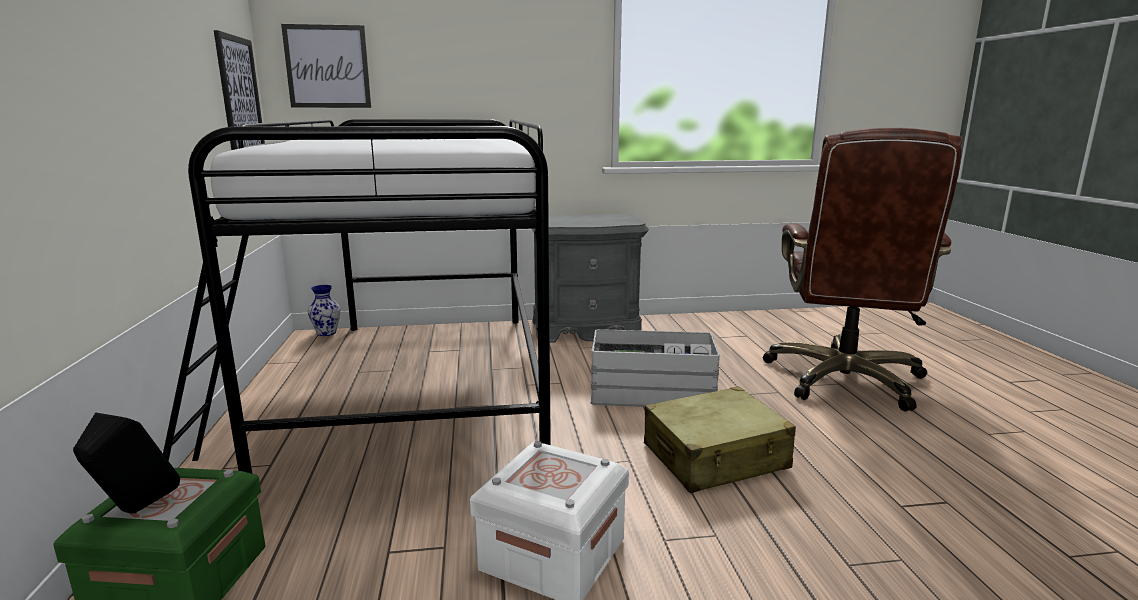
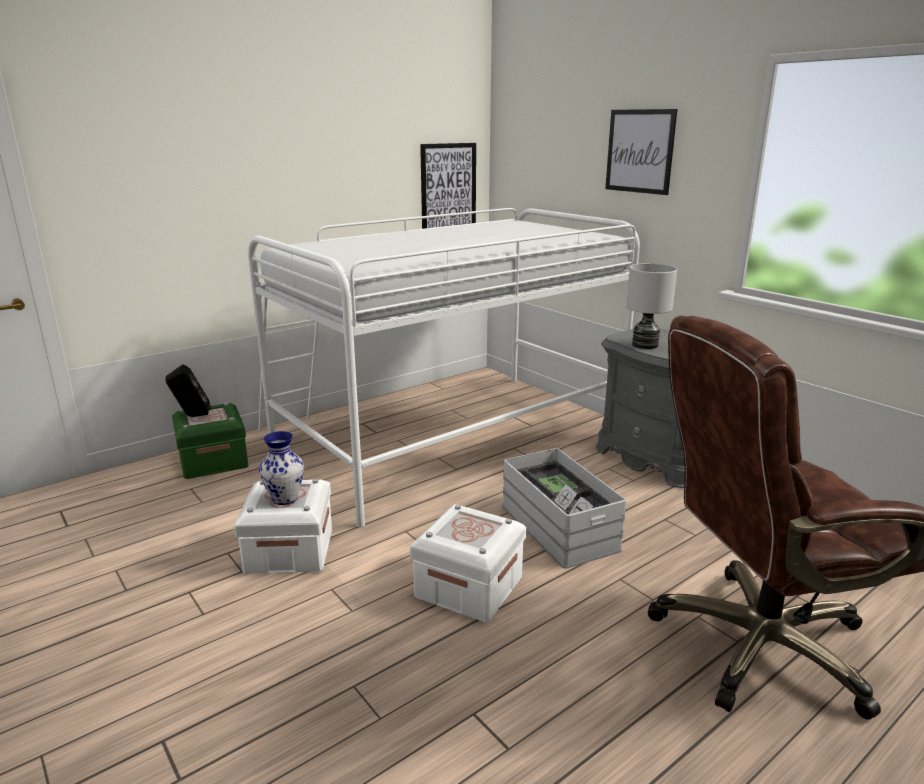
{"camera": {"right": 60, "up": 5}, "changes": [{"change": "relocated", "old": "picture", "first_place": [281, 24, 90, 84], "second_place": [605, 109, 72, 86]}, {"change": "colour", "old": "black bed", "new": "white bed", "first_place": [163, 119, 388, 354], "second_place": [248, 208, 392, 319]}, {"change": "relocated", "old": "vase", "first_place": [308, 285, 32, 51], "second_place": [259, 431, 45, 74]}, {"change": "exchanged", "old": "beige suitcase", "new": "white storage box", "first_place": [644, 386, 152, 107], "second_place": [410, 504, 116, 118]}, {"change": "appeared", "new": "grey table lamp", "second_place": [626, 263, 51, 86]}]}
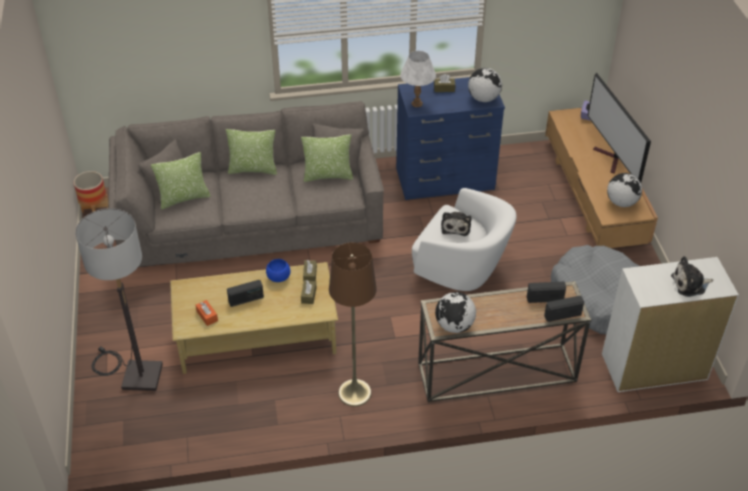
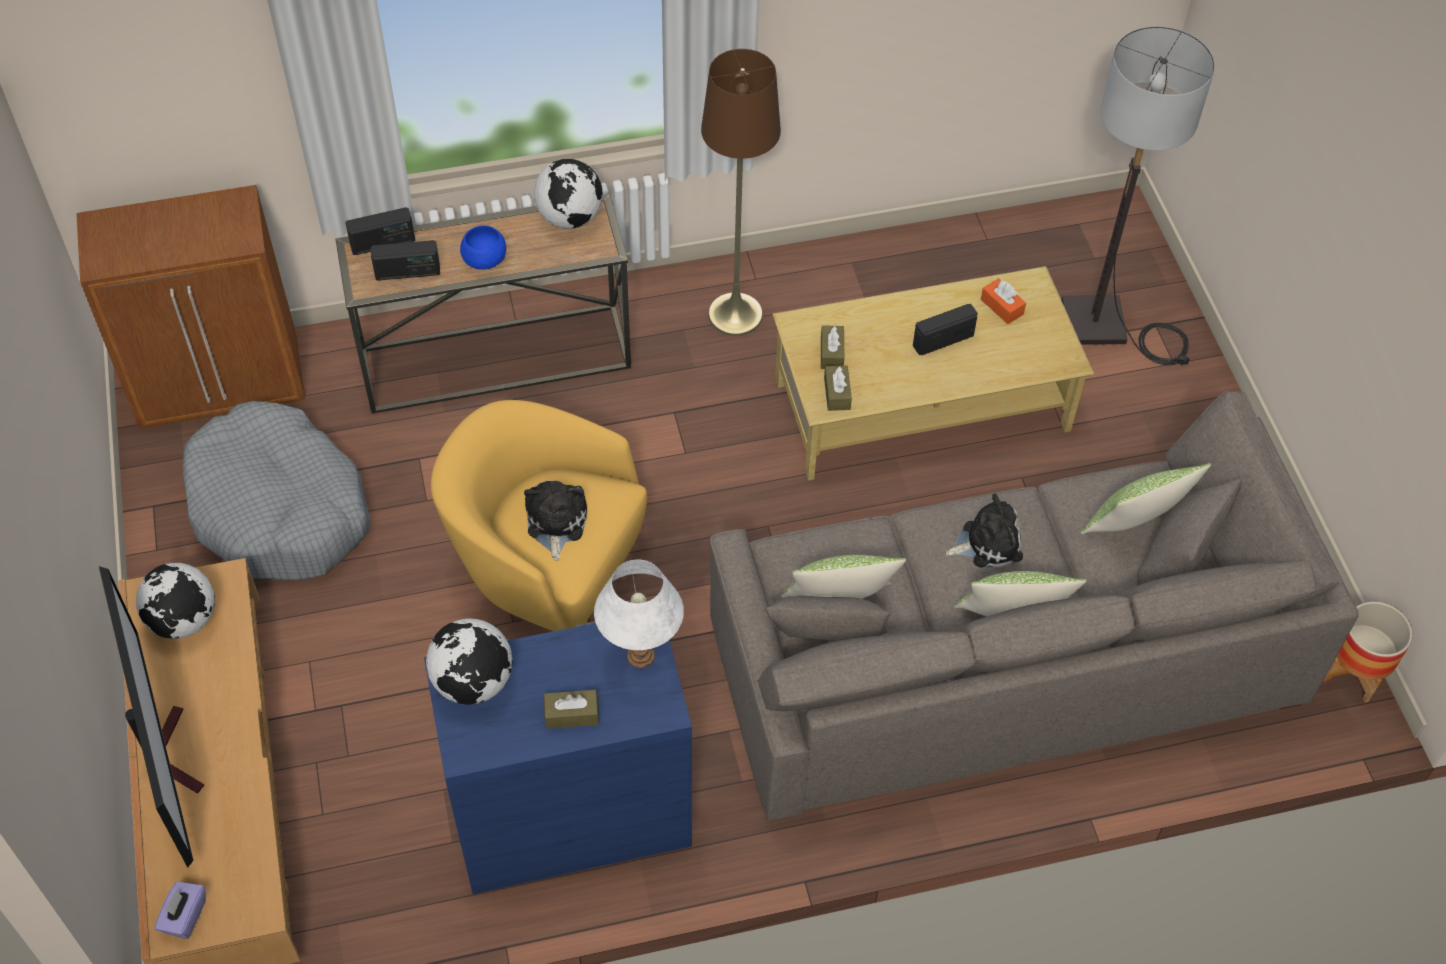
{"camera": {"right": 175, "up": 10}, "changes": [{"change": "colour", "old": "white armchair", "new": "yellow armchair", "first_place": [412, 188, 105, 103], "second_place": [431, 400, 216, 231]}, {"change": "relocated", "old": "plush toy", "first_place": [671, 256, 42, 41], "second_place": [946, 493, 77, 74]}, {"change": "colour", "old": "white cabinet", "new": "brown cabinet", "first_place": [602, 257, 137, 135], "second_place": [76, 185, 229, 244]}, {"change": "relocated", "old": "blue bowl", "first_place": [266, 259, 25, 23], "second_place": [460, 225, 46, 44]}]}
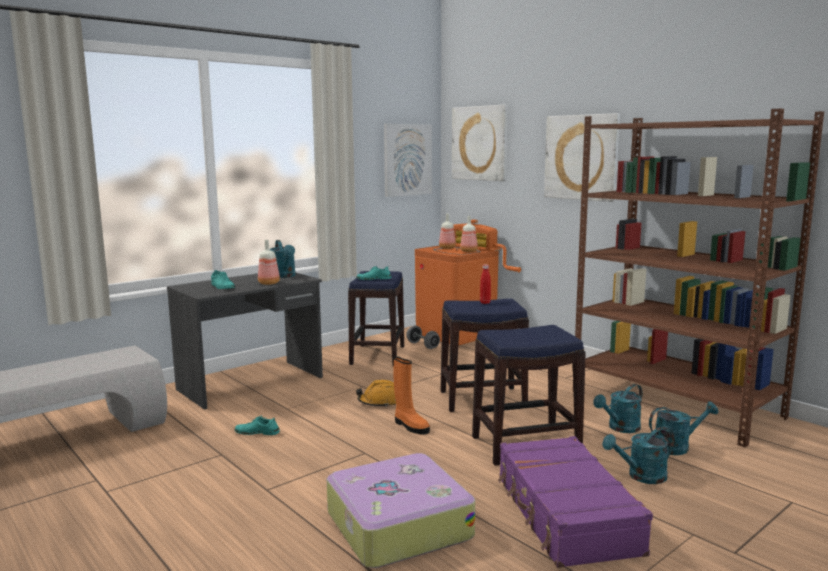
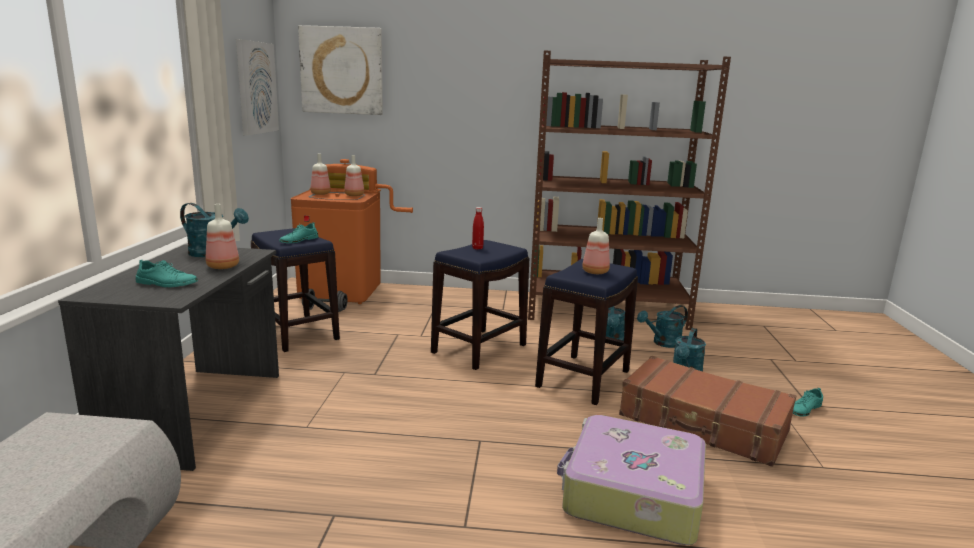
{"camera": {"right": -45, "up": 5}, "changes": [{"change": "missing", "old": "picture", "first_place": [544, 113, 76, 89]}, {"change": "missing", "old": "orange boot", "first_place": [394, 357, 36, 78]}, {"change": "missing", "old": "orange hard hat", "first_place": [356, 380, 40, 28]}, {"change": "spun", "old": "turquoise watering can", "first_place": [649, 401, 70, 54], "second_place": [637, 305, 51, 43], "degrees": -150}, {"change": "relocated", "old": "turquoise shoe", "first_place": [235, 416, 45, 19], "second_place": [793, 388, 30, 29]}, {"change": "colour", "old": "purple suitcase", "new": "brown suitcase", "first_place": [498, 436, 155, 132], "second_place": [619, 356, 178, 111]}, {"change": "appeared", "new": "bottle", "second_place": [582, 218, 28, 56]}]}
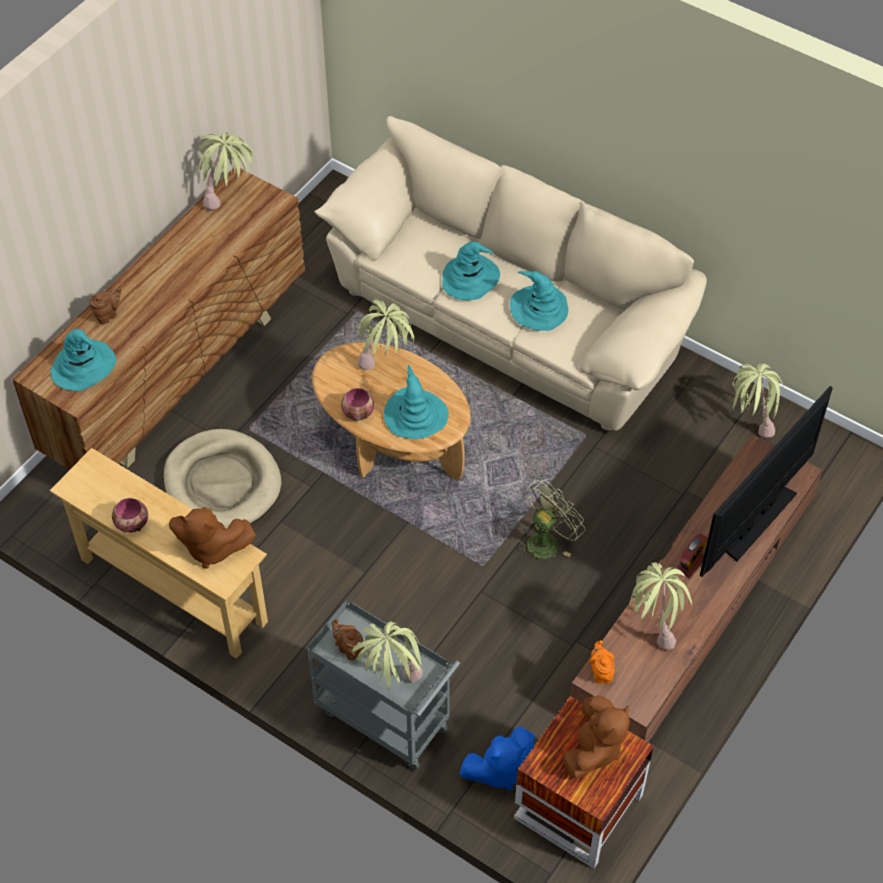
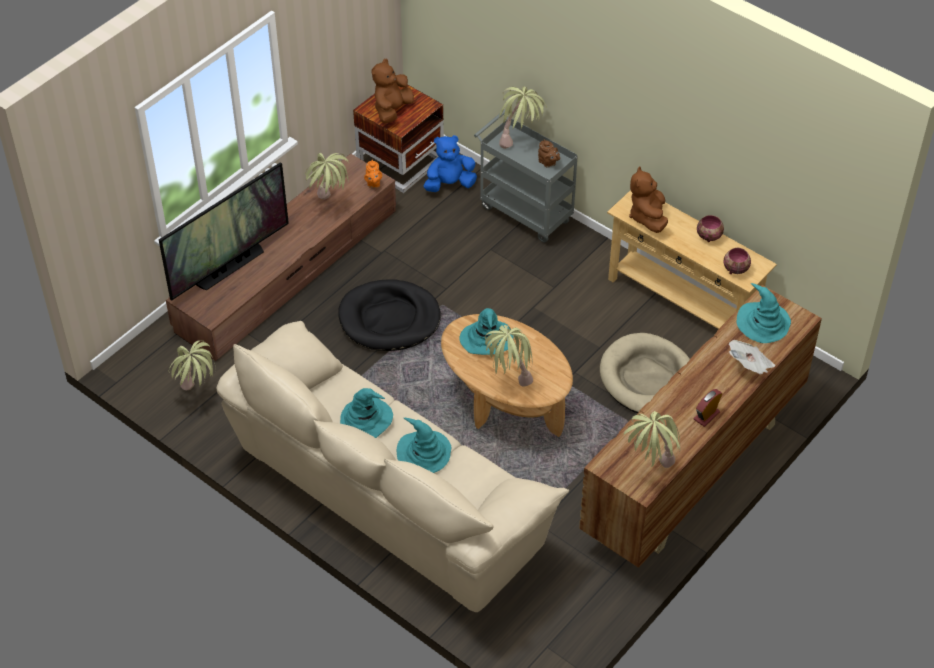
{"camera": {"right": -175, "up": -5}, "changes": [{"change": "exchanged", "old": "brown teapot", "new": "newspaper", "first_place": [89, 288, 32, 36], "second_place": [729, 340, 46, 35]}, {"change": "relocated", "old": "bowl", "first_place": [341, 388, 33, 32], "second_place": [724, 248, 27, 26]}, {"change": "exchanged", "old": "green fan", "new": "black dog bed", "first_place": [517, 480, 68, 79], "second_place": [338, 280, 103, 71]}, {"change": "spun", "old": "brown plush toy", "first_place": [169, 507, 87, 62], "second_place": [629, 167, 39, 66], "degrees": -105}, {"change": "relocated", "old": "alarm clock", "first_place": [676, 533, 32, 44], "second_place": [694, 389, 29, 38]}]}
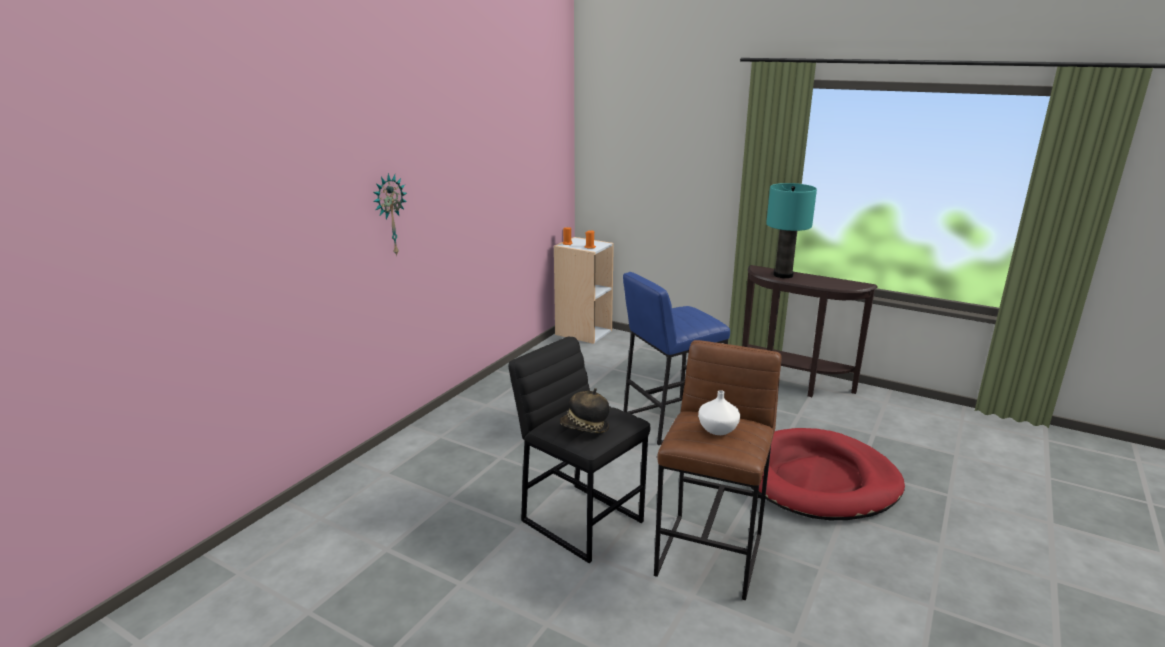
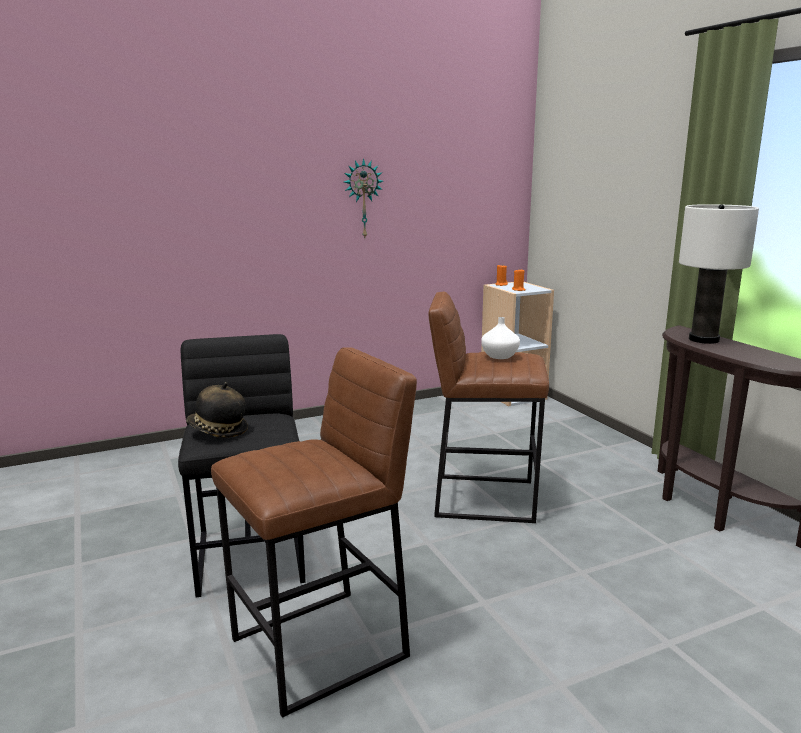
{"camera": {"right": 35, "up": -5}, "changes": [{"change": "relocated", "old": "wall clock", "first_place": [373, 173, 34, 83], "second_place": [344, 158, 39, 80]}, {"change": "colour", "old": "turquoise table lamp", "new": "white table lamp", "first_place": [766, 183, 51, 95], "second_place": [679, 204, 80, 140]}, {"change": "colour", "old": "blue stool", "new": "brown stool", "first_place": [623, 272, 107, 173], "second_place": [428, 291, 121, 232]}, {"change": "relocated", "old": "white vase", "first_place": [698, 390, 42, 45], "second_place": [481, 317, 39, 42]}, {"change": "missing", "old": "red dog bed", "first_place": [751, 428, 154, 92]}]}
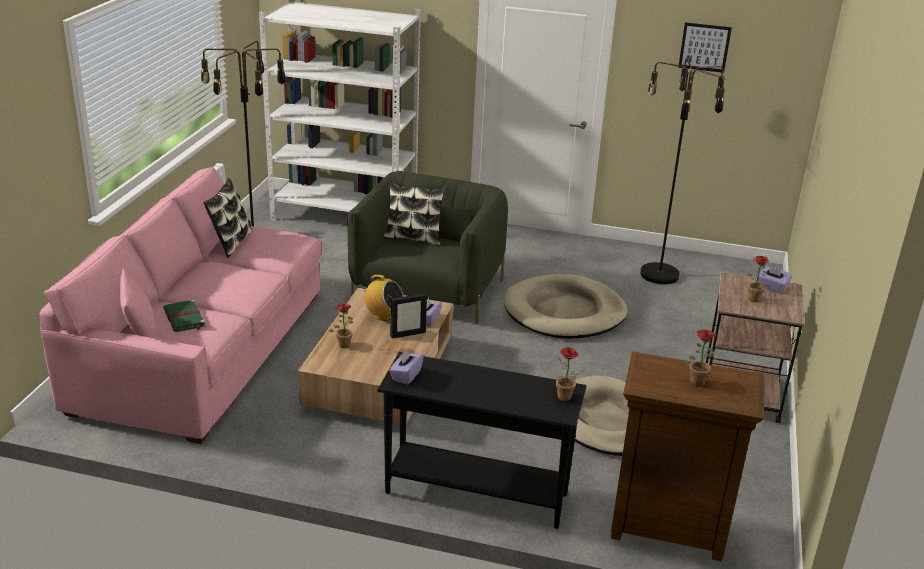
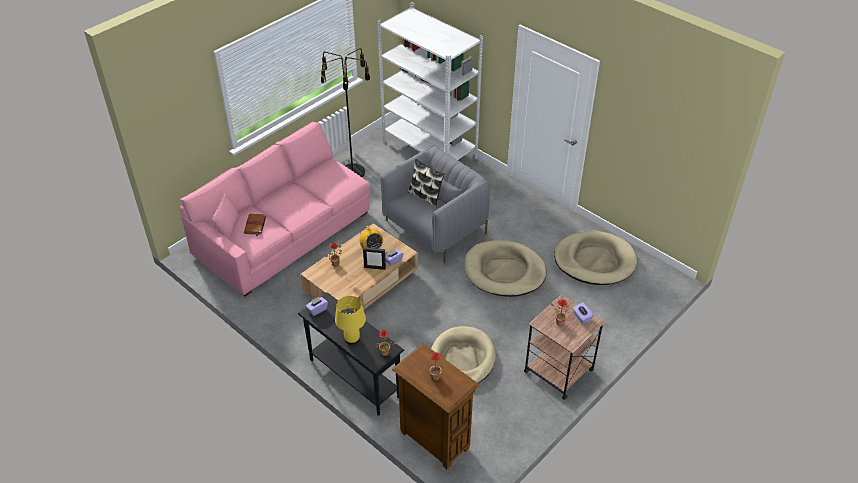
{"camera": {"right": 30, "up": 15}, "changes": [{"change": "missing", "old": "picture", "first_place": [678, 22, 54, 51]}, {"change": "exchanged", "old": "floor lamp", "new": "beige dog bed", "first_place": [640, 58, 85, 226], "second_place": [554, 230, 83, 55]}, {"change": "colour", "old": "green armchair", "new": "grey armchair", "first_place": [347, 171, 161, 153], "second_place": [380, 147, 110, 116]}, {"change": "missing", "old": "pillow", "first_place": [203, 178, 50, 80]}, {"change": "colour", "old": "green book", "new": "brown book", "first_place": [163, 300, 43, 32], "second_place": [244, 214, 22, 22]}, {"change": "appeared", "new": "yellow table lamp", "second_place": [335, 296, 31, 49]}]}
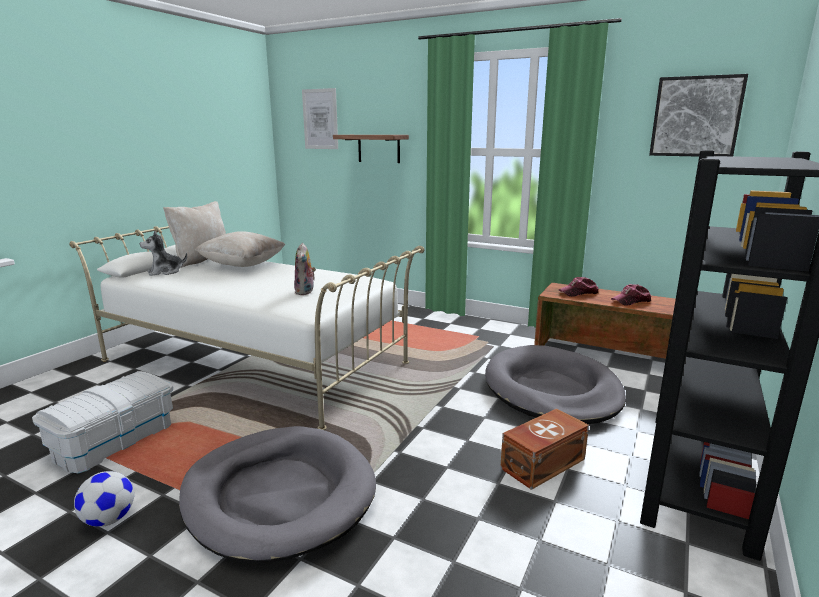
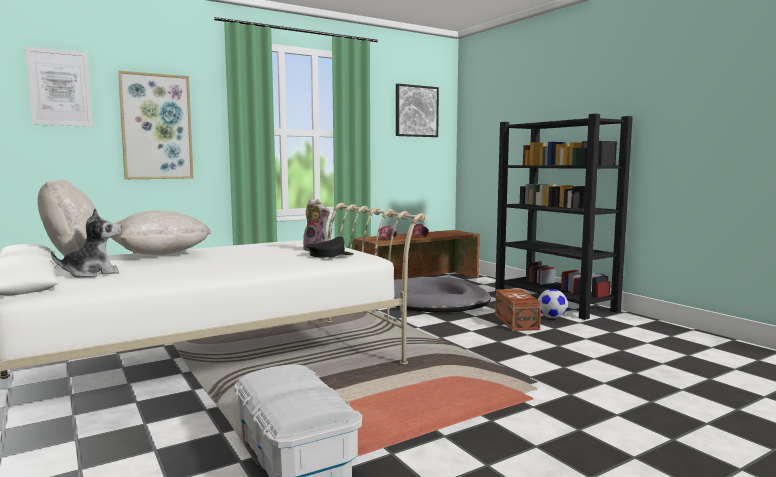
{"camera": {"right": -60, "up": -10}, "changes": [{"change": "exchanged", "old": "shelf", "new": "picture", "first_place": [333, 135, 76, 28], "second_place": [118, 70, 75, 109]}, {"change": "spun", "old": "plush toy", "first_place": [140, 230, 47, 46], "second_place": [51, 208, 70, 70], "degrees": -120}, {"change": "missing", "old": "grey dog bed", "first_place": [179, 426, 197, 136]}, {"change": "relocated", "old": "football", "first_place": [74, 471, 60, 56], "second_place": [538, 289, 30, 29]}, {"change": "appeared", "new": "black cap", "second_place": [307, 236, 46, 22]}]}
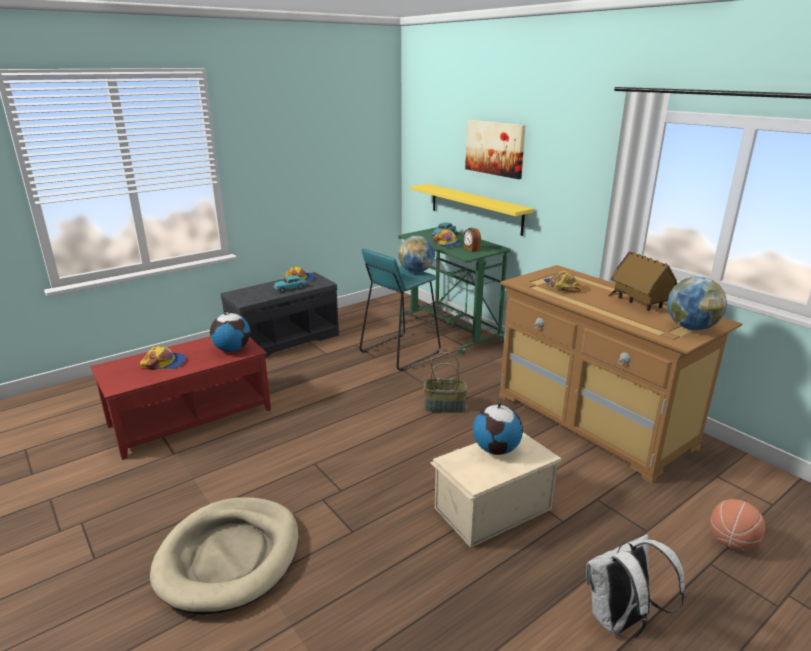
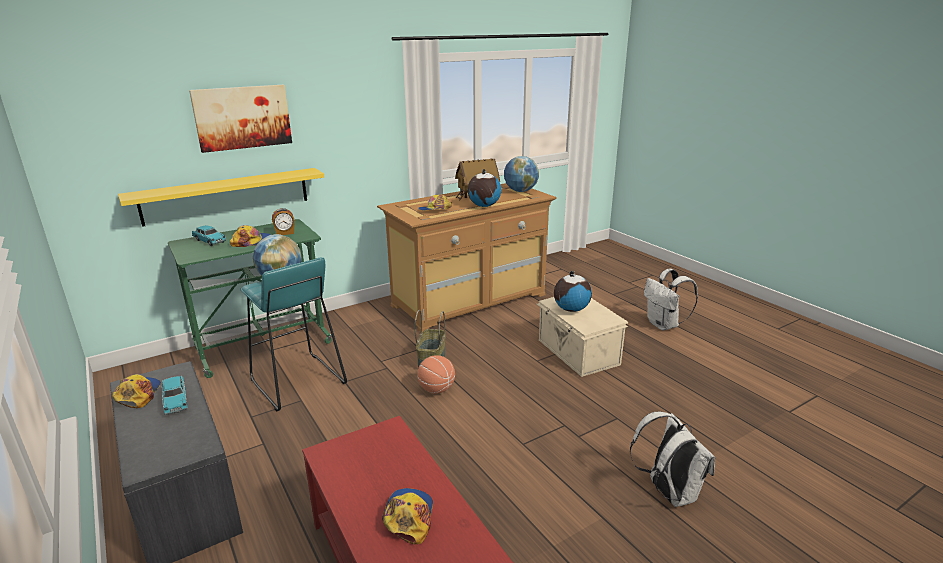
{"camera": {"right": -85, "up": 0}, "changes": [{"change": "relocated", "old": "globe", "first_place": [210, 309, 40, 43], "second_place": [468, 169, 33, 38]}, {"change": "exchanged", "old": "beige dog bed", "new": "white backpack", "first_place": [150, 497, 149, 118], "second_place": [630, 412, 85, 95]}, {"change": "relocated", "old": "basketball", "first_place": [710, 499, 55, 52], "second_place": [417, 355, 38, 39]}]}
